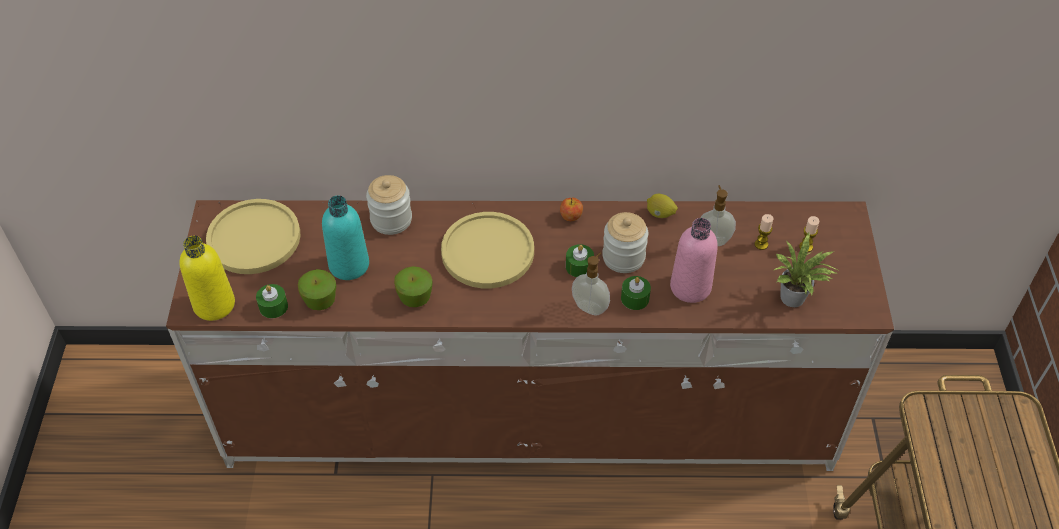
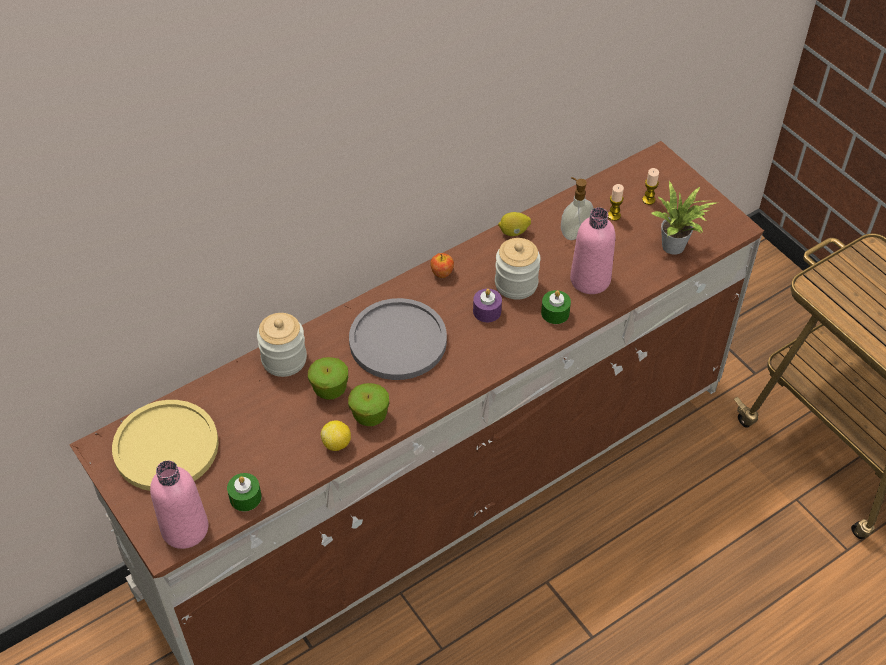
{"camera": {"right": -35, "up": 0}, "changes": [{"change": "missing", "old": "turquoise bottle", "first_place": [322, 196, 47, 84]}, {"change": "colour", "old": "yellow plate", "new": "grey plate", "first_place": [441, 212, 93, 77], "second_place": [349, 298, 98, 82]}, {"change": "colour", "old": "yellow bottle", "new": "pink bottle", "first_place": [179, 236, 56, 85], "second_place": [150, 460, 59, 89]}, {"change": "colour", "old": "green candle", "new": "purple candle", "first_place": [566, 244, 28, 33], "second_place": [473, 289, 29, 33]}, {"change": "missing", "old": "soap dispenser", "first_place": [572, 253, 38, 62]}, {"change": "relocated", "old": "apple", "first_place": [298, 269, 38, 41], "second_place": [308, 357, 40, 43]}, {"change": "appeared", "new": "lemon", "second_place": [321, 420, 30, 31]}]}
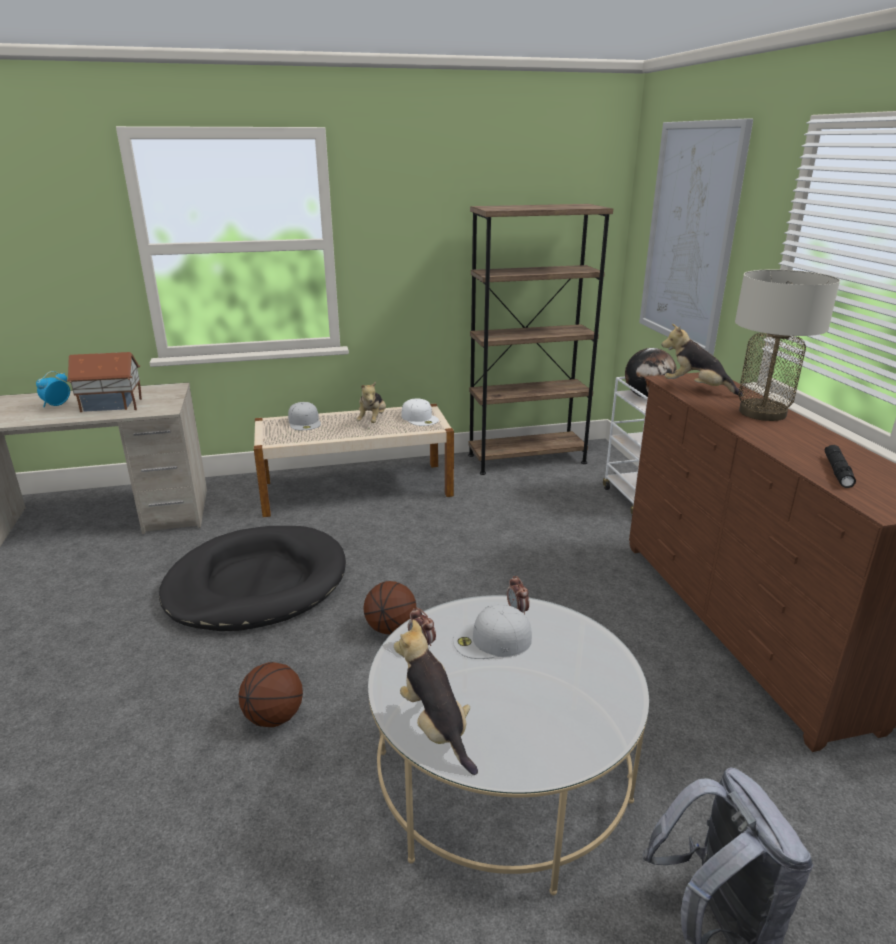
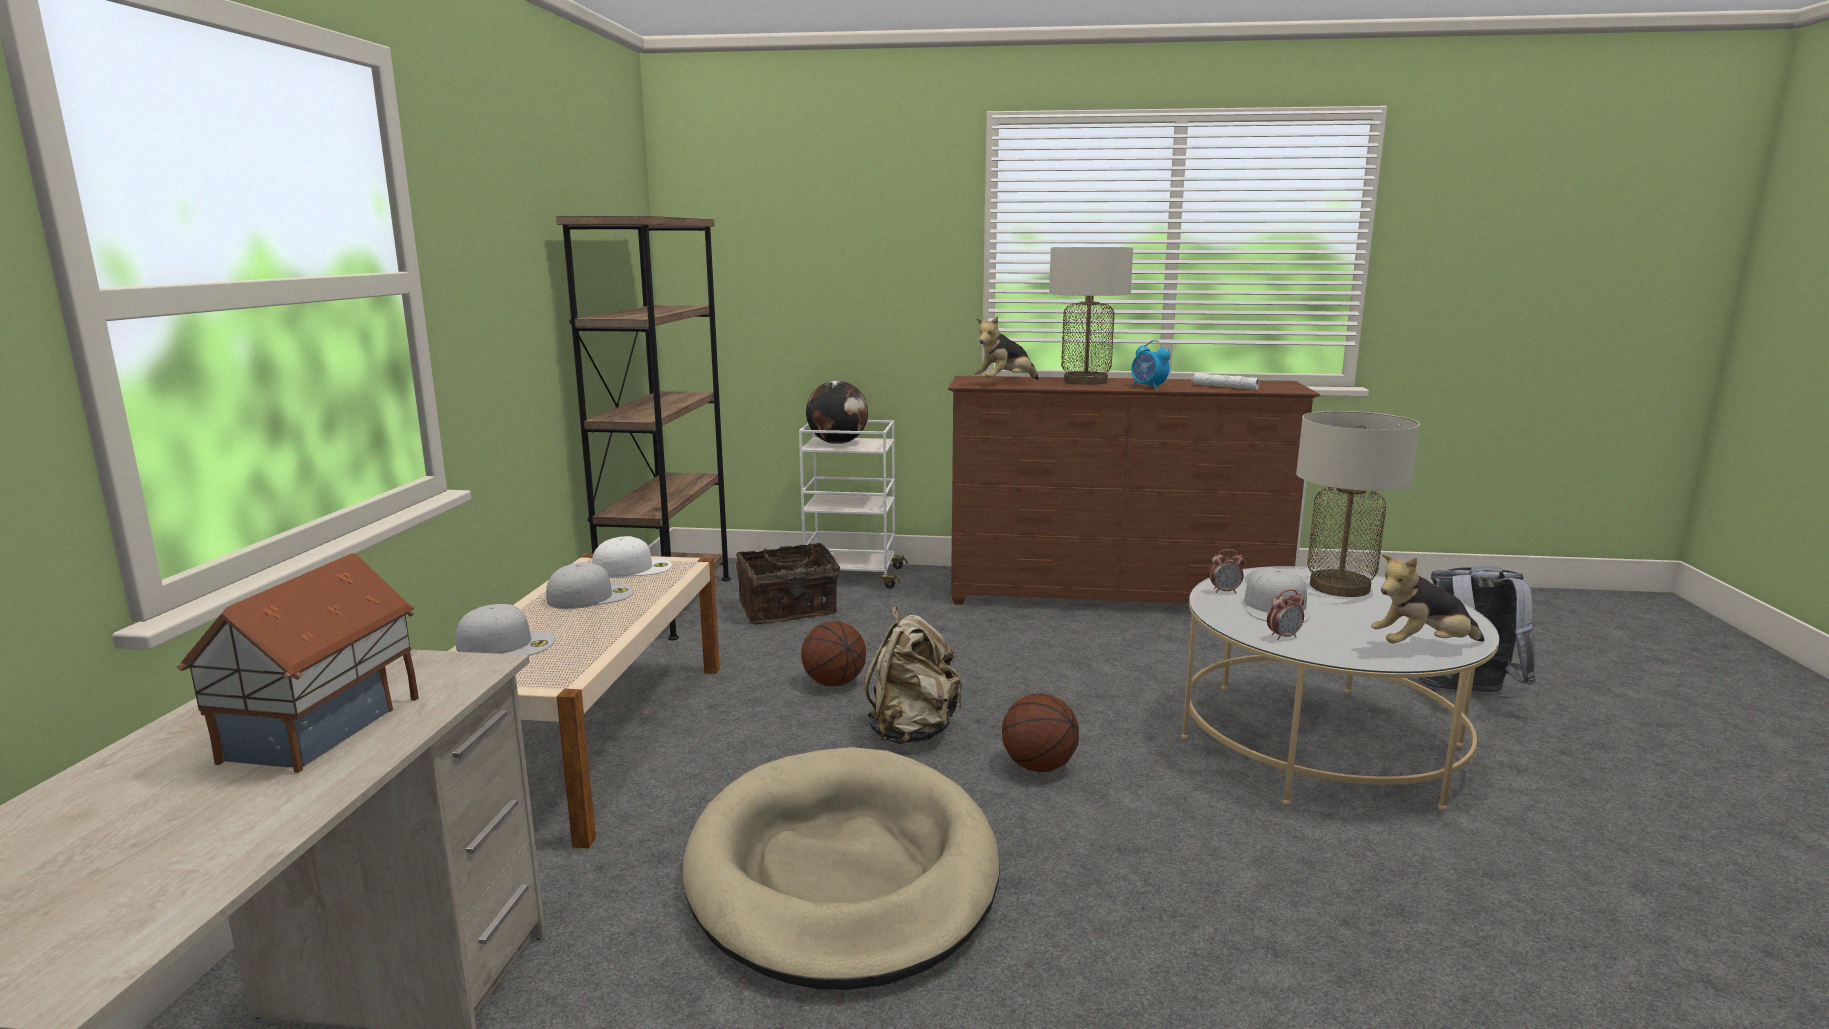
{"camera": {"right": -70, "up": -10}, "changes": [{"change": "missing", "old": "picture", "first_place": [639, 118, 114, 237]}, {"change": "relocated", "old": "alarm clock", "first_place": [36, 371, 34, 36], "second_place": [1131, 340, 40, 50]}, {"change": "exchanged", "old": "plush toy", "new": "white cap", "first_place": [356, 381, 30, 42], "second_place": [546, 562, 88, 47]}, {"change": "colour", "old": "black flashlight", "new": "white flashlight", "first_place": [825, 445, 31, 43], "second_place": [1191, 373, 68, 17]}, {"change": "colour", "old": "black dog bed", "new": "beige dog bed", "first_place": [159, 526, 187, 105], "second_place": [683, 747, 317, 243]}, {"change": "relocated", "old": "basketball", "first_place": [239, 662, 64, 65], "second_place": [801, 621, 65, 65]}, {"change": "appeared", "new": "table lamp", "second_place": [1296, 411, 124, 186]}, {"change": "appeared", "new": "basket", "second_place": [736, 543, 104, 82]}, {"change": "appeared", "new": "beige backpack", "second_place": [864, 607, 99, 137]}]}
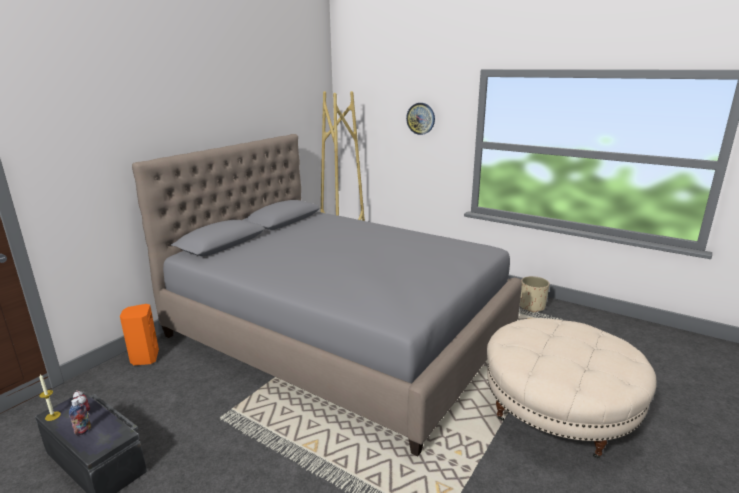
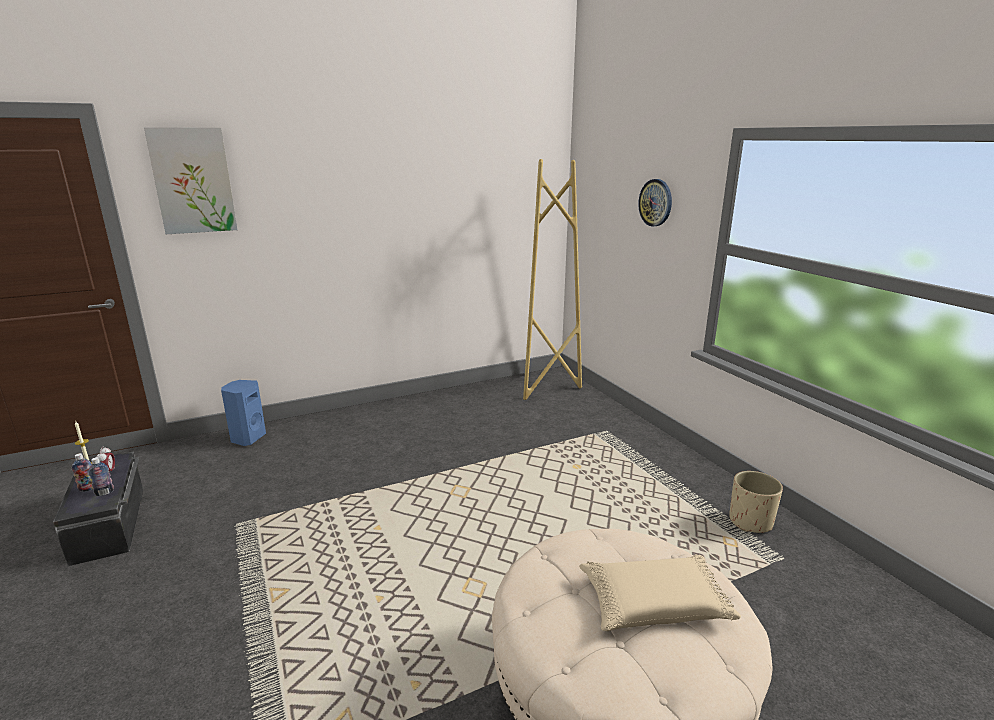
{"camera": {"right": 30, "up": 0}, "changes": [{"change": "missing", "old": "grey bed", "first_place": [132, 134, 390, 322]}, {"change": "colour", "old": "orange speaker", "new": "blue speaker", "first_place": [120, 304, 39, 61], "second_place": [221, 380, 45, 66]}, {"change": "appeared", "new": "picture", "second_place": [144, 127, 94, 107]}, {"change": "appeared", "new": "bottle", "second_place": [88, 457, 26, 39]}, {"change": "appeared", "new": "beige pillow", "second_place": [579, 554, 162, 77]}]}
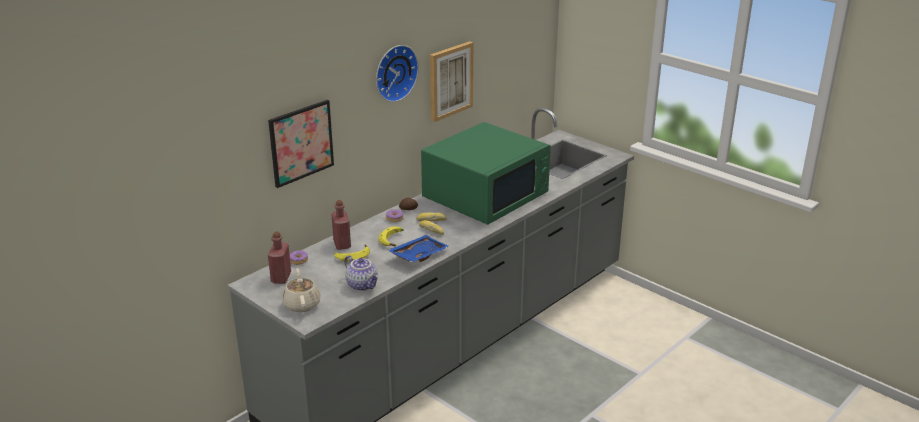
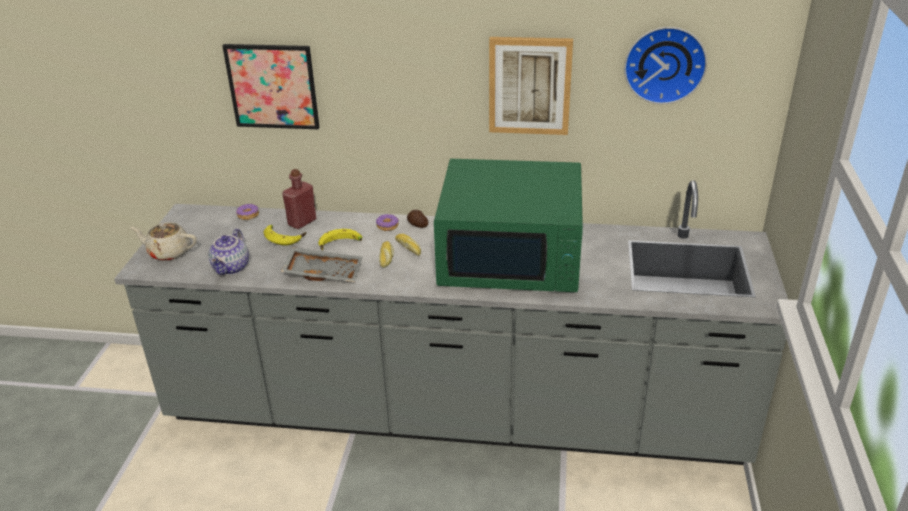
{"camera": {"right": 55, "up": 5}, "changes": [{"change": "relocated", "old": "wall clock", "first_place": [376, 45, 43, 57], "second_place": [624, 27, 83, 77]}, {"change": "missing", "old": "red bottle", "first_place": [268, 231, 23, 53]}, {"change": "colour", "old": "blue tray", "new": "grey tray", "first_place": [388, 235, 62, 27], "second_place": [281, 247, 82, 35]}, {"change": "spun", "old": "beige teapot", "first_place": [282, 268, 39, 44], "second_place": [130, 222, 67, 39], "degrees": -120}]}
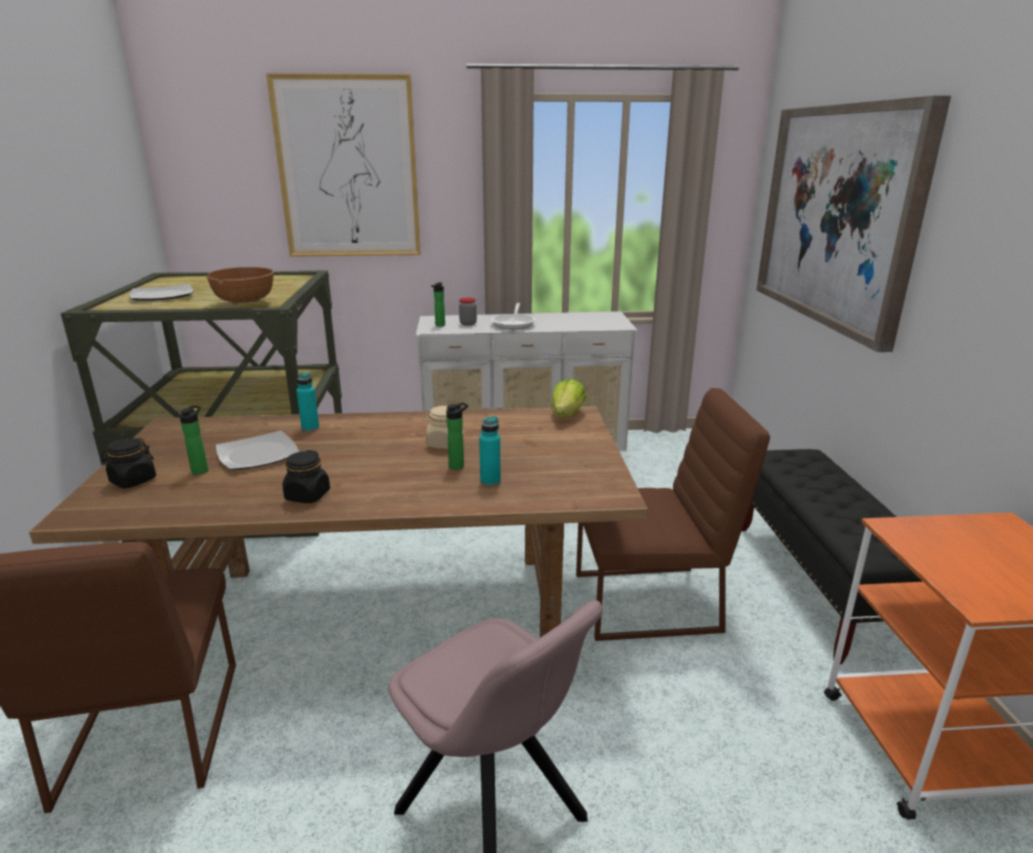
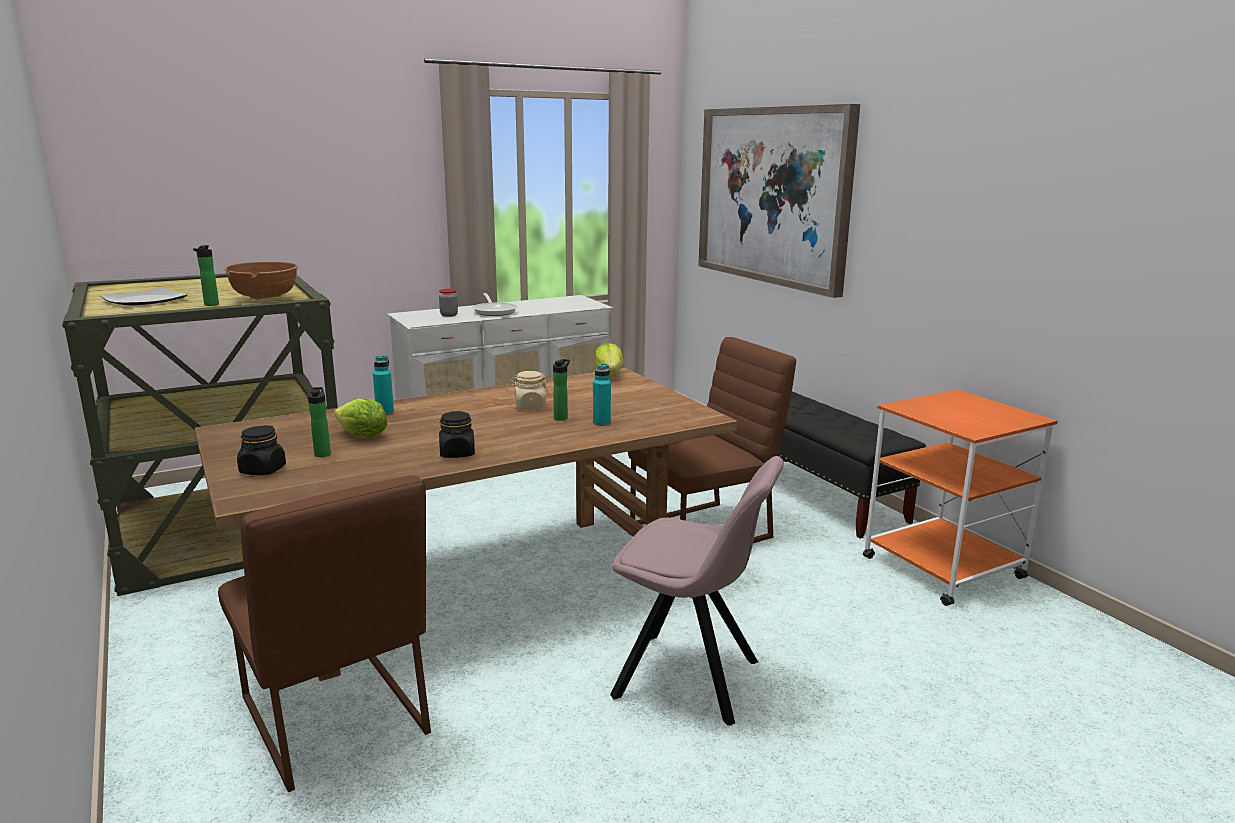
{"camera": {"right": -25, "up": -5}, "changes": [{"change": "missing", "old": "picture", "first_place": [266, 73, 155, 184]}, {"change": "relocated", "old": "bottle", "first_place": [431, 282, 14, 45], "second_place": [193, 245, 26, 61]}, {"change": "exchanged", "old": "plate", "new": "lettuce", "first_place": [216, 431, 83, 39], "second_place": [334, 398, 53, 39]}]}
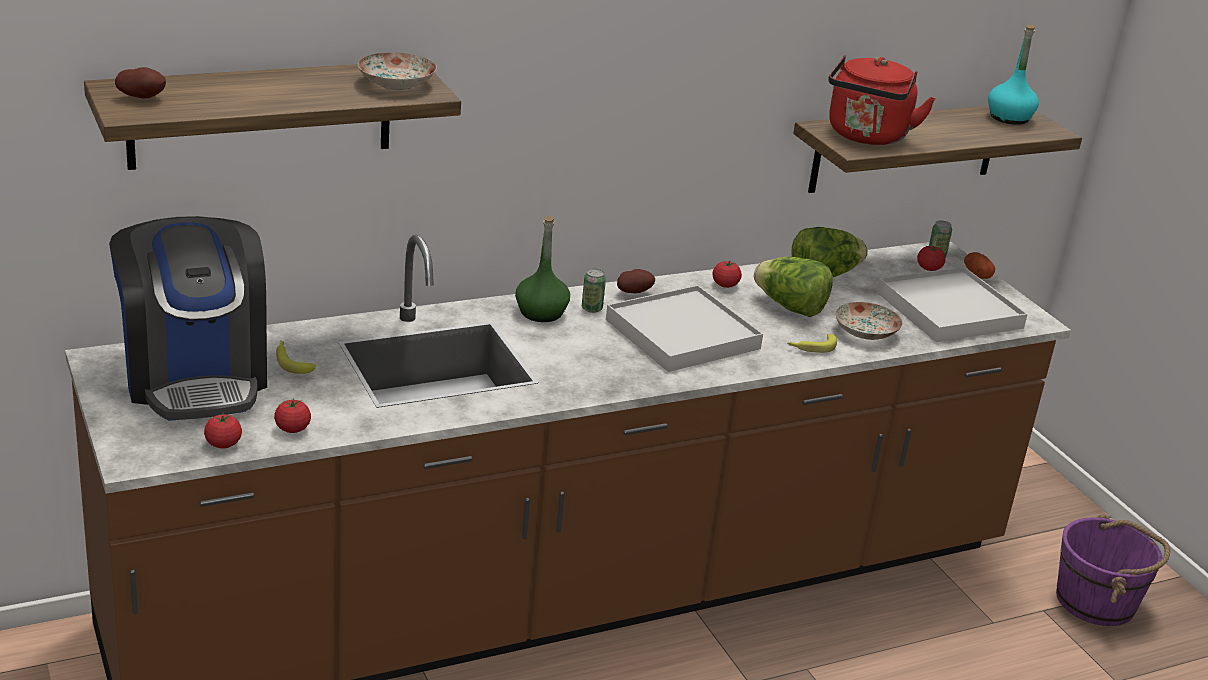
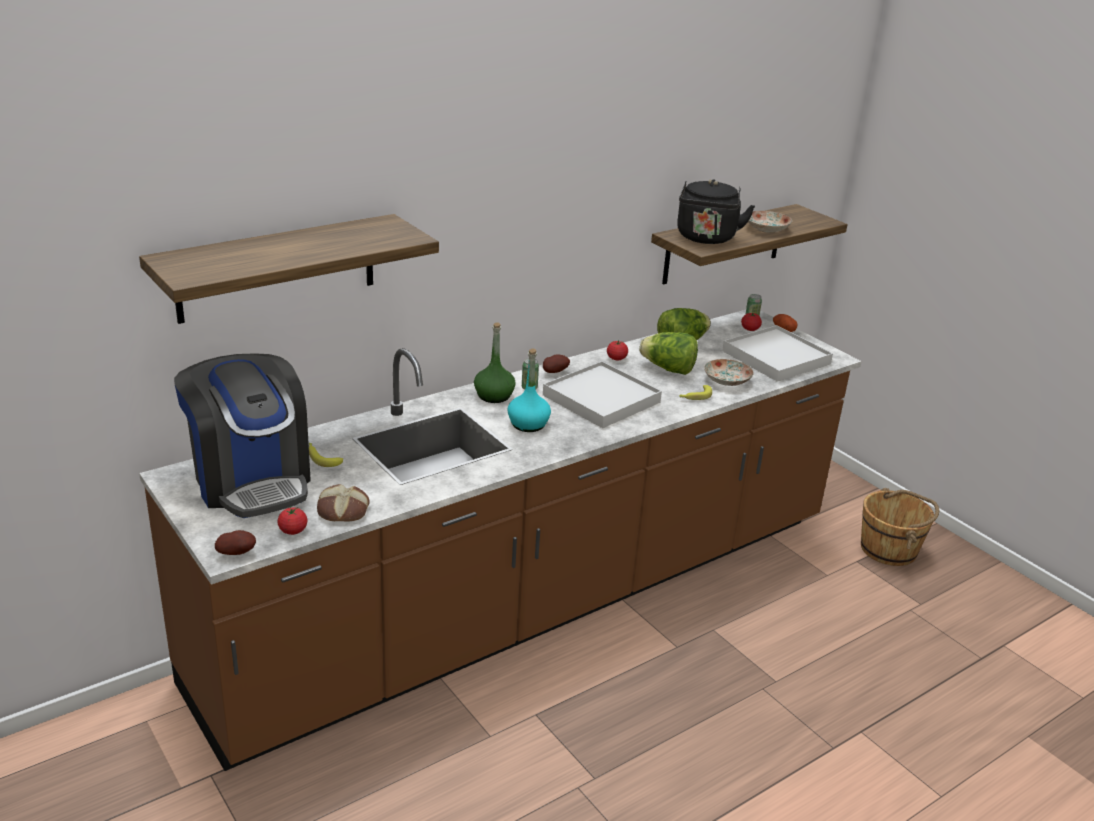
{"camera": {"right": -10, "up": 0}, "changes": [{"change": "relocated", "old": "turquoise bottle", "first_place": [988, 25, 51, 100], "second_place": [507, 349, 44, 83]}, {"change": "relocated", "old": "plate", "first_place": [358, 52, 79, 38], "second_place": [748, 211, 44, 22]}, {"change": "colour", "old": "red kettle", "new": "black kettle", "first_place": [828, 55, 108, 90], "second_place": [677, 179, 78, 65]}, {"change": "relocated", "old": "potato", "first_place": [115, 67, 51, 31], "second_place": [215, 530, 41, 25]}, {"change": "exchanged", "old": "tomato", "new": "bread", "first_place": [274, 398, 37, 35], "second_place": [317, 484, 53, 38]}, {"change": "colour", "old": "purple bucket", "new": "brown bucket", "first_place": [1056, 514, 114, 112], "second_place": [861, 488, 78, 78]}]}
